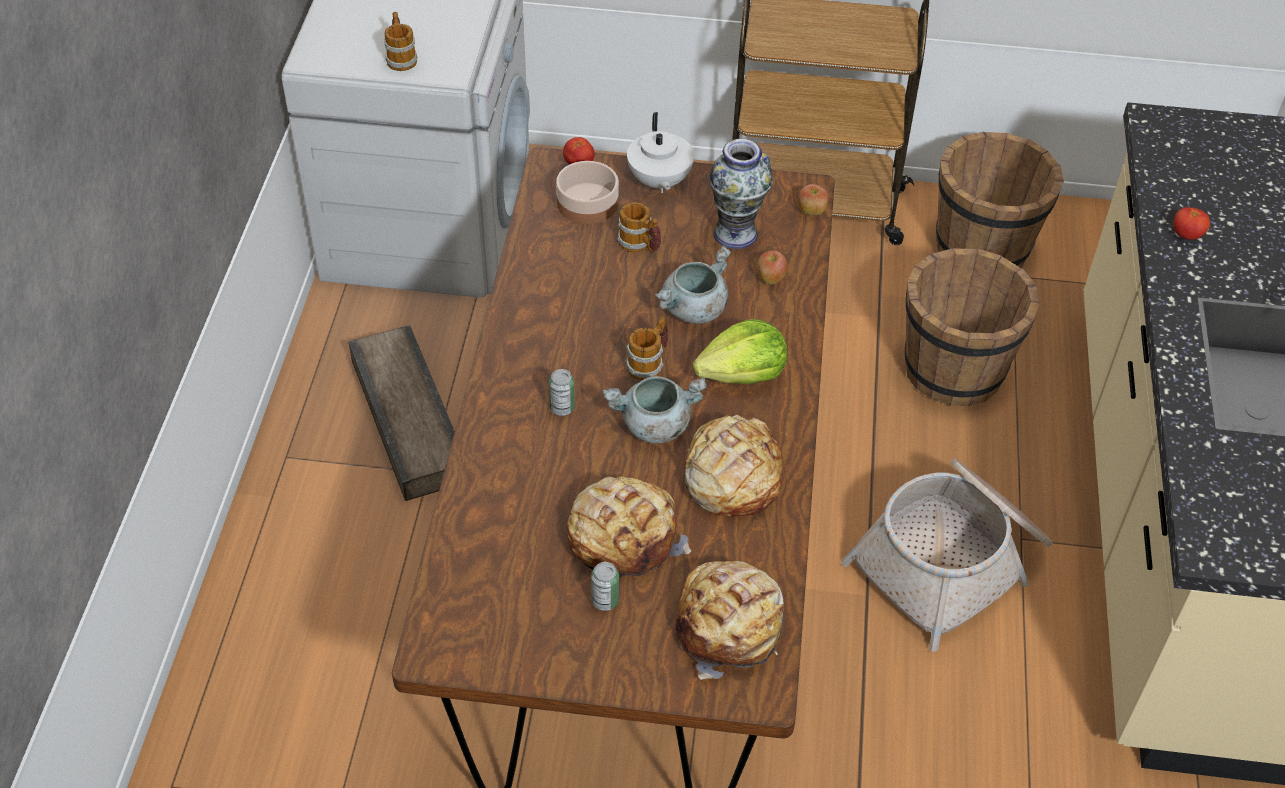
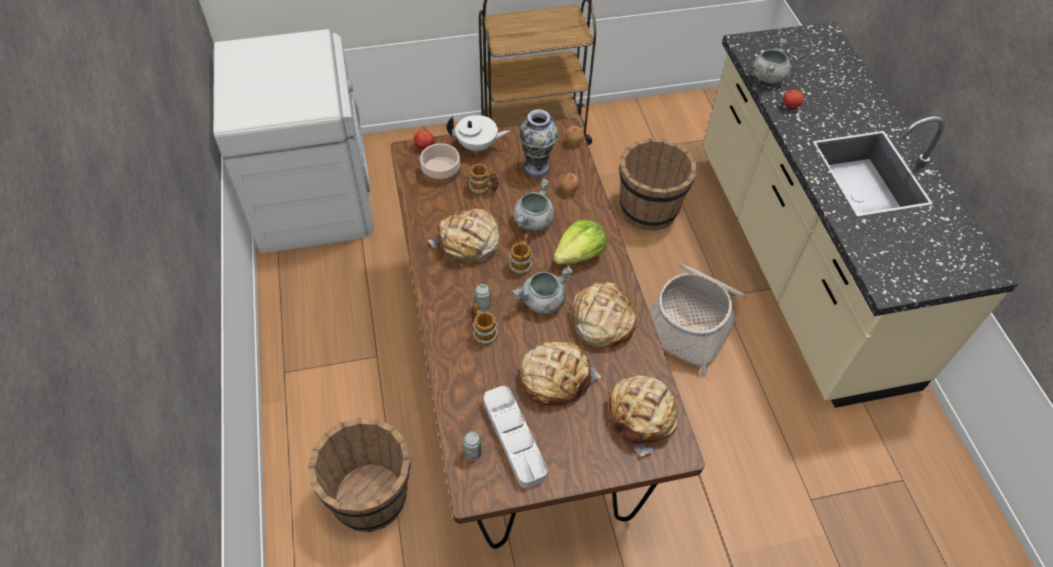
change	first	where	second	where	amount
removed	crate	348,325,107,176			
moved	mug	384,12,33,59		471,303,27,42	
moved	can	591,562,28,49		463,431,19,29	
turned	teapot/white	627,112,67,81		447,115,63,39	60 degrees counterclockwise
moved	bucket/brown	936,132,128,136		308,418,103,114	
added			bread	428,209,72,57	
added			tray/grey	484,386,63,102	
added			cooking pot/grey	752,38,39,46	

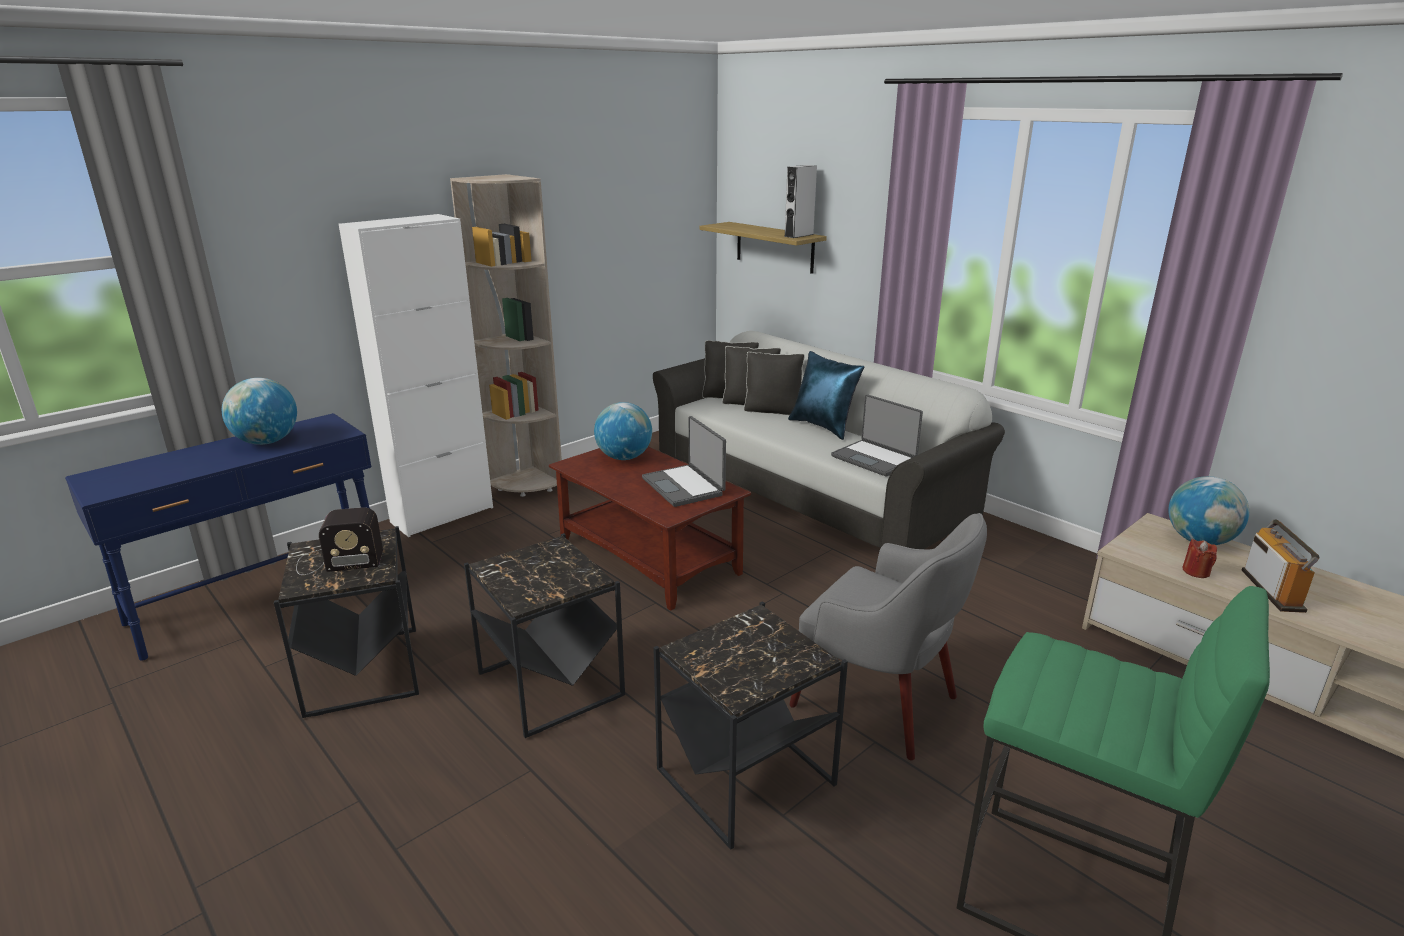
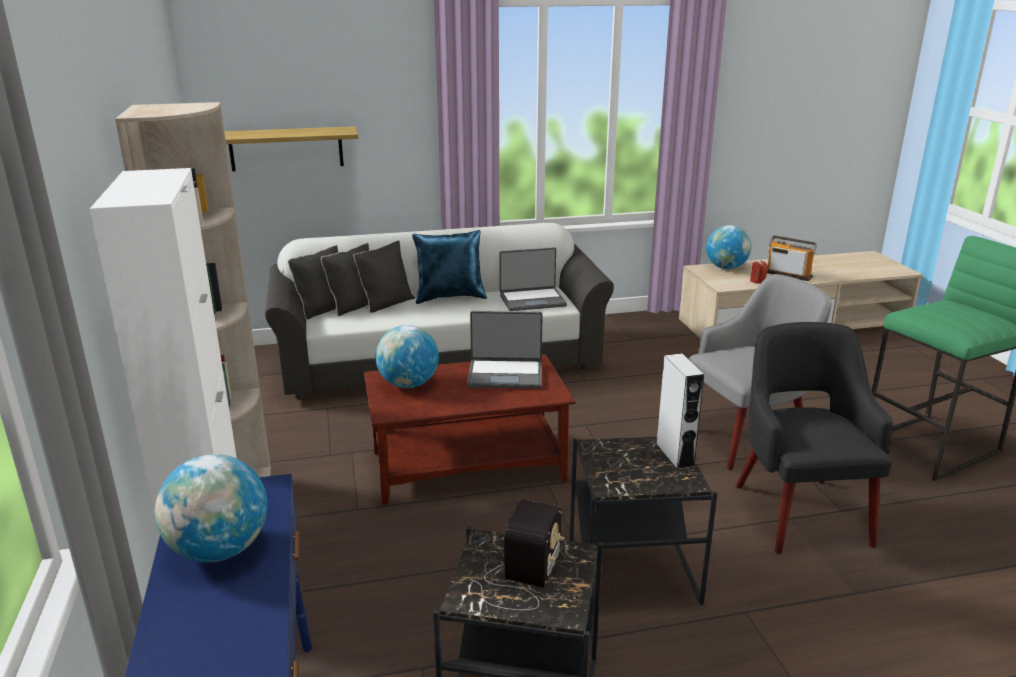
change	first	where	second	where	amount
replaced	side table/black	653,601,195,249	armchair/black	736,322,157,232	
moved	speaker/grey	784,165,33,73		656,353,48,117	

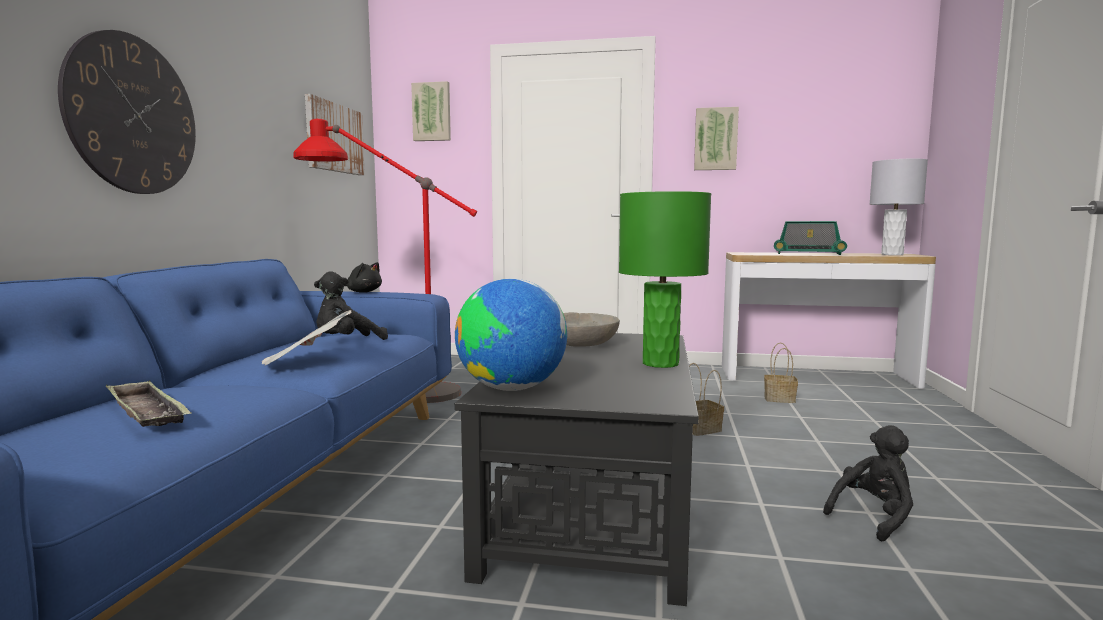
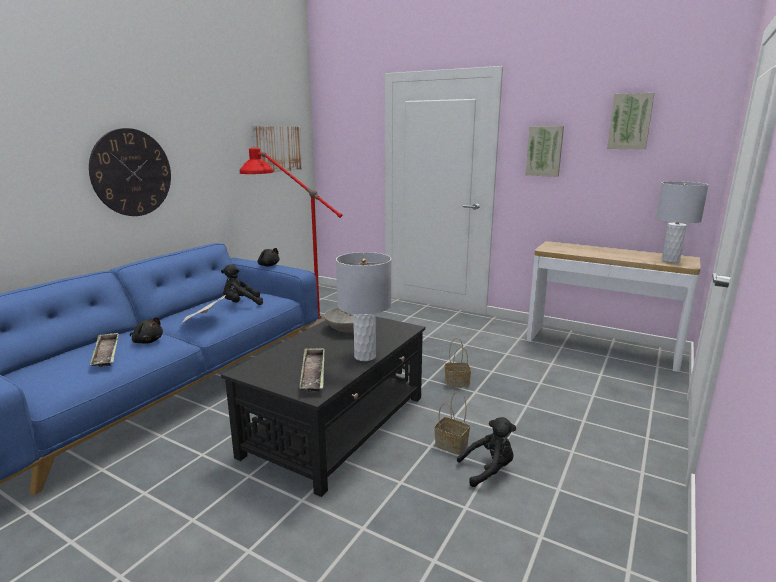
change	first	where	second	where	amount
moved	picture	411,81,40,60		607,93,48,57	
removed	globe	455,279,112,112			
recoloured	table lamp/green	619,191,92,177	table lamp/grey	336,252,56,109	
moved	basket	764,342,34,61		434,391,36,64	
removed	radio	774,221,73,34			
added			plush toy/black	130,317,33,27	
added			tray	299,348,26,44	

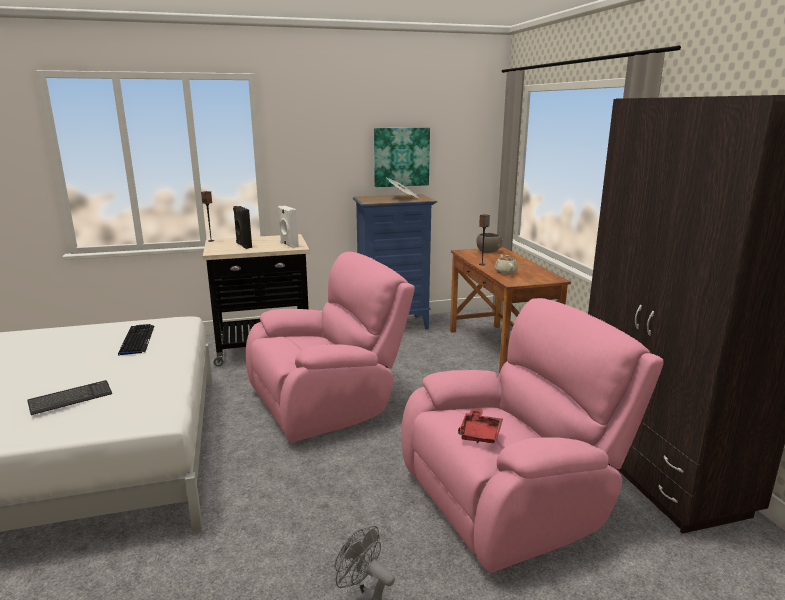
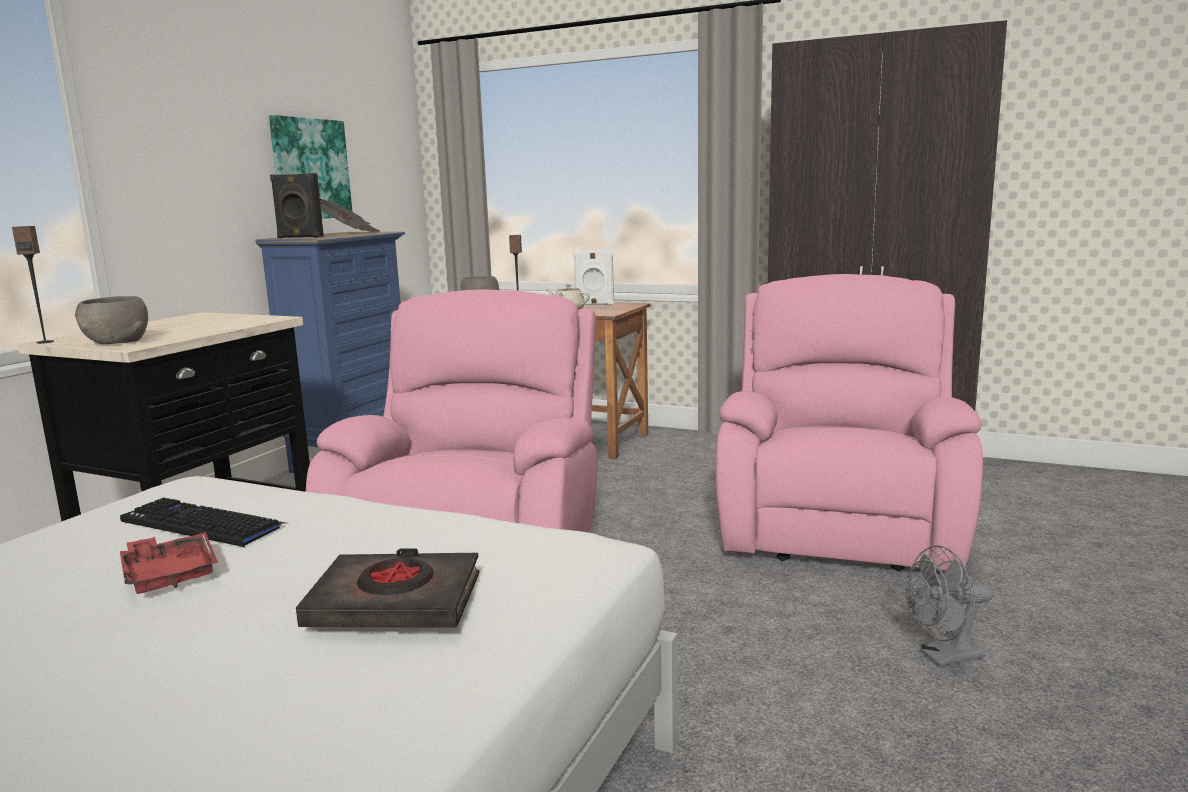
change	first	where	second	where	amount
replaced	keyboard	27,380,85,35	book/black	296,548,184,80	
moved	speaker/black	233,206,19,43		270,173,54,65	
moved	speaker/white	278,206,21,42		573,250,41,55	
moved	tray/red	458,409,45,34		120,532,98,62	
added			bowl/grey	75,296,73,48	

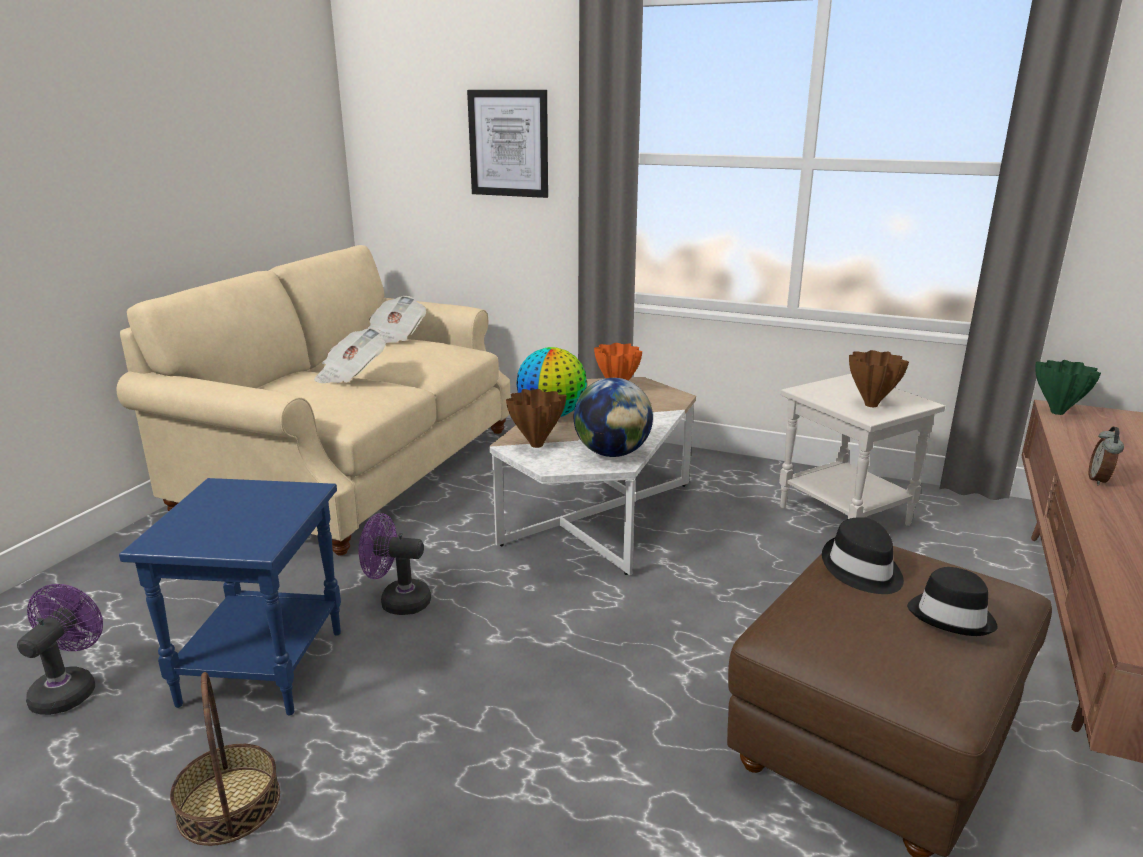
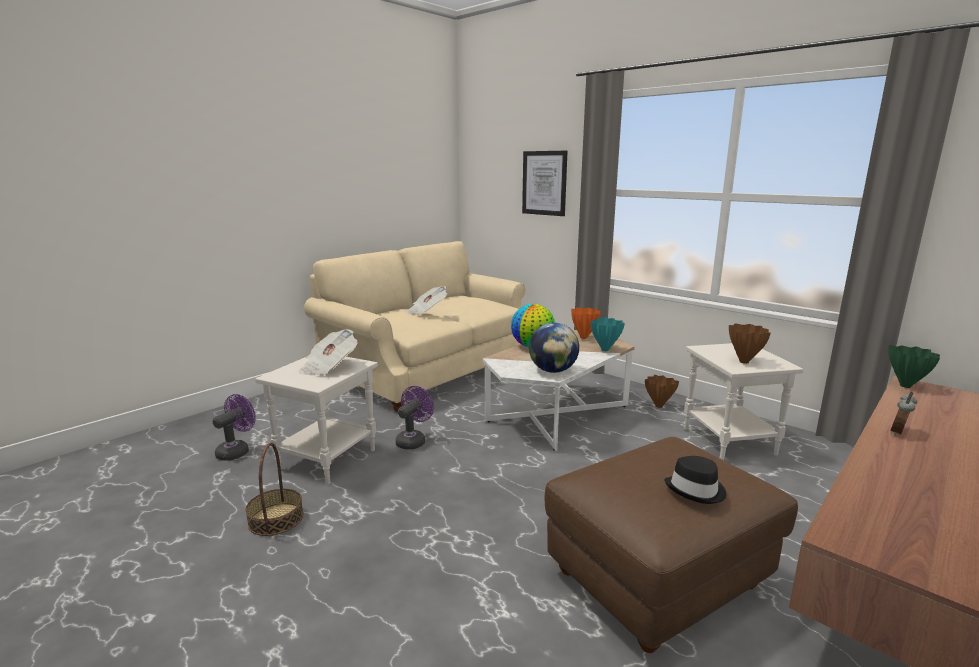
change	first	where	second	where	amount
recoloured	side table/blue	119,478,222,237	side table/white	255,357,123,128	
turned	fan/purple	359,513,72,102		395,386,39,63	90 degrees clockwise
moved	newspaper	368,296,58,47		299,329,58,46	
moved	vase/brown	506,389,61,59		645,375,34,33	
removed	hat/black	822,517,82,77			
added			vase/turquoise	591,317,34,34	

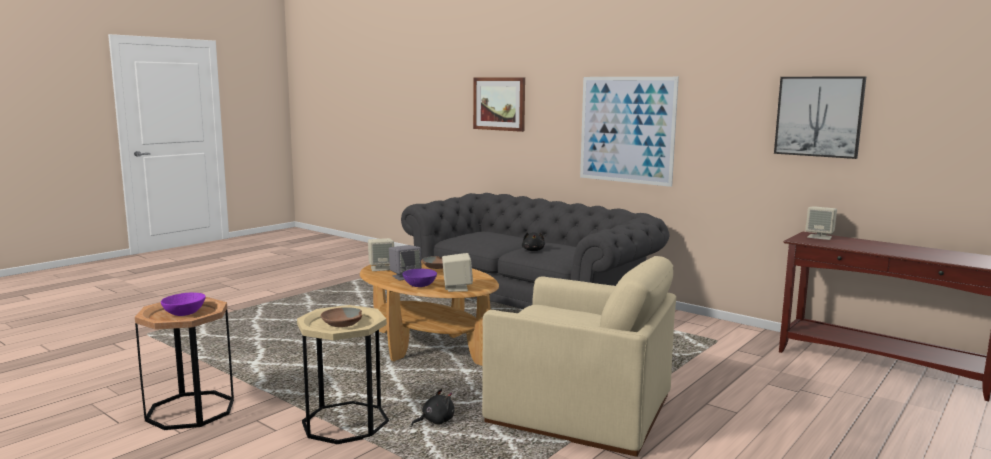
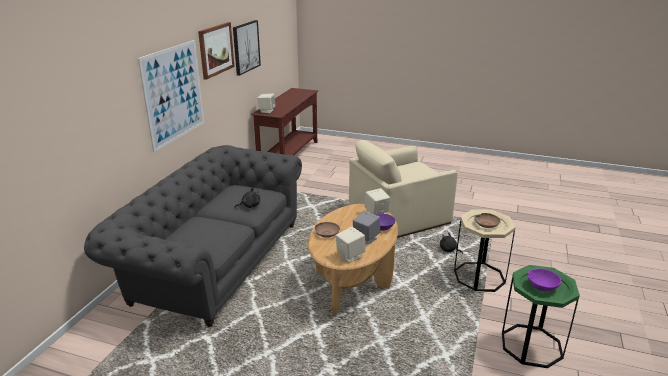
change	first	where	second	where	amount
recoloured	side table/brown	135,297,99,133	side table/green	502,265,78,103	
moved	picture	473,77,52,55		198,22,37,58	
turned	armchair/beige	482,256,194,201		349,140,109,98	120 degrees counterclockwise

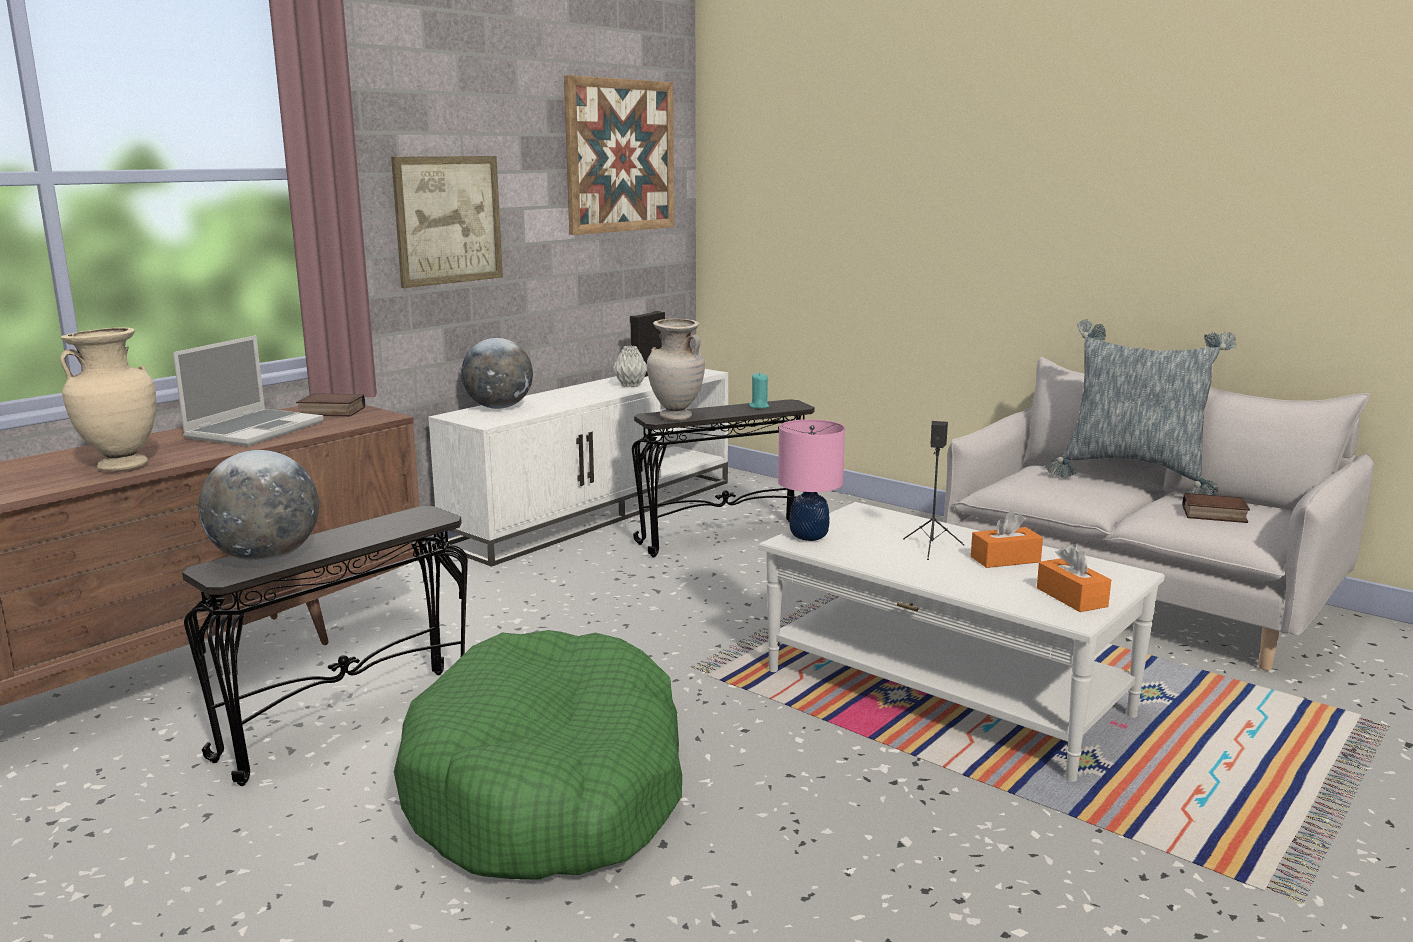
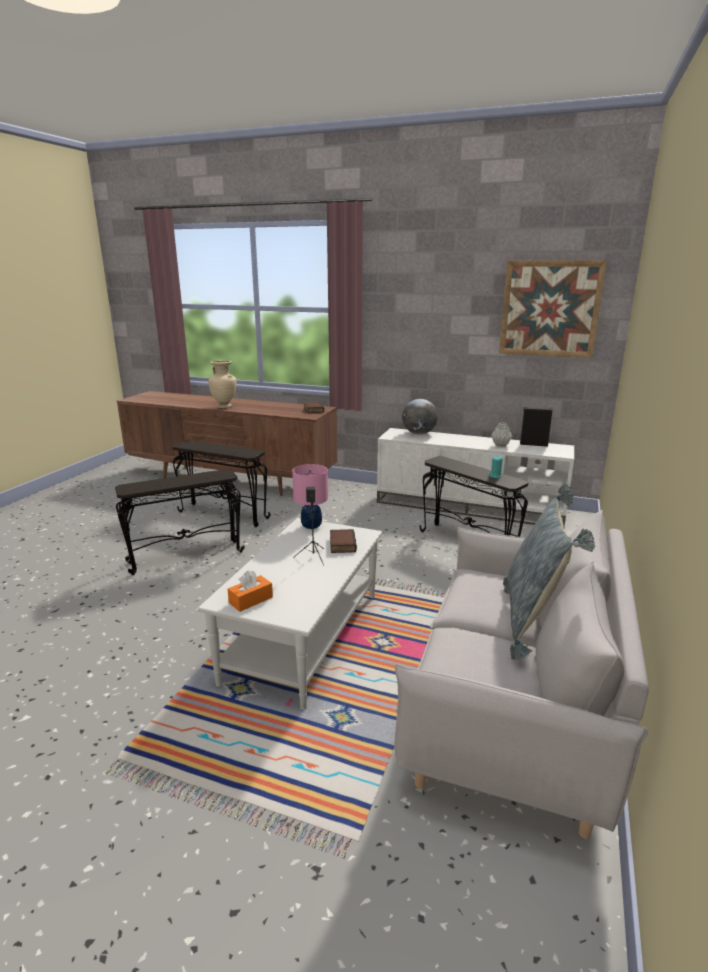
change	first	where	second	where	amount
removed	laptop	173,335,150,111			
removed	globe	198,450,121,112			
removed	picture	391,156,112,132			
replaced	dog bed/green	394,630,288,250	side table/black	115,469,129,106	
removed	vase/beige	647,319,58,102			
removed	tissue box/orange	971,511,72,57			
moved	book	1182,493,68,30		330,529,27,24	

